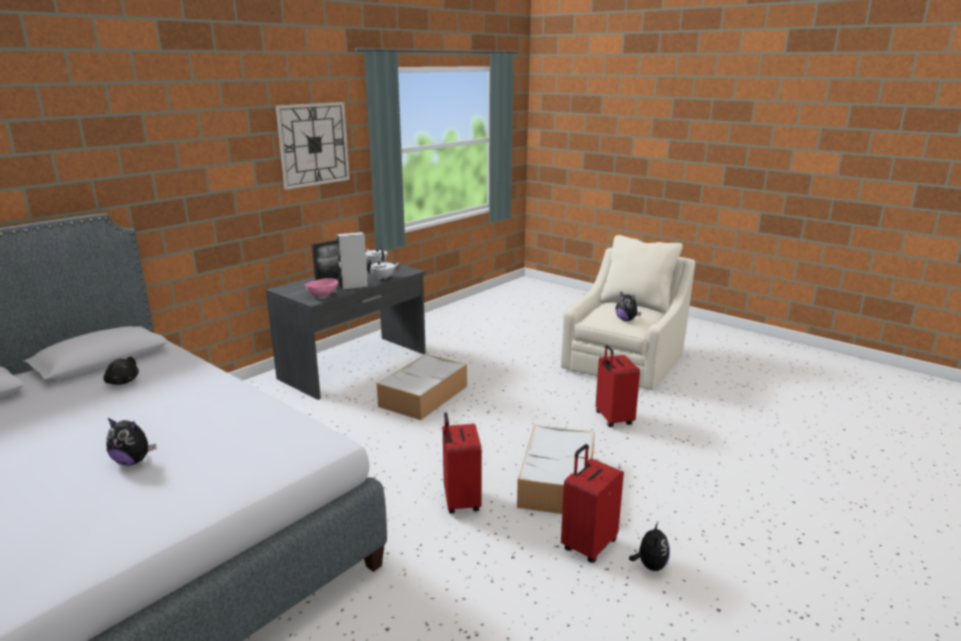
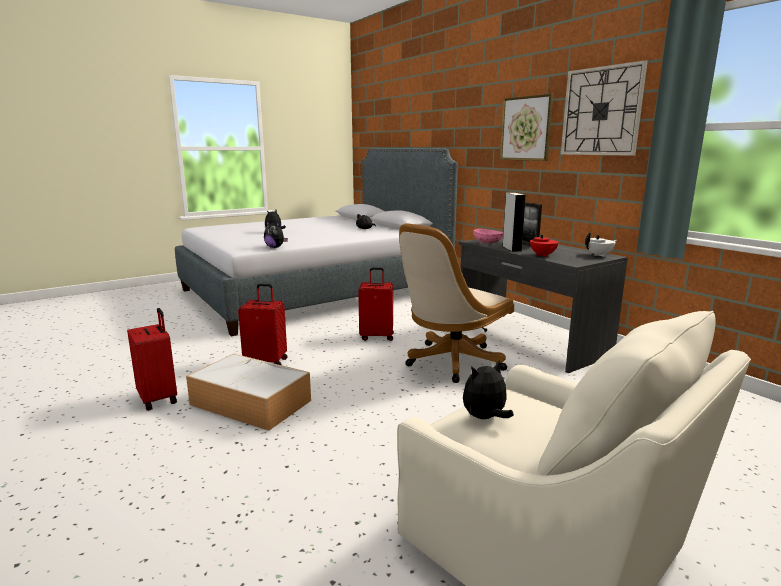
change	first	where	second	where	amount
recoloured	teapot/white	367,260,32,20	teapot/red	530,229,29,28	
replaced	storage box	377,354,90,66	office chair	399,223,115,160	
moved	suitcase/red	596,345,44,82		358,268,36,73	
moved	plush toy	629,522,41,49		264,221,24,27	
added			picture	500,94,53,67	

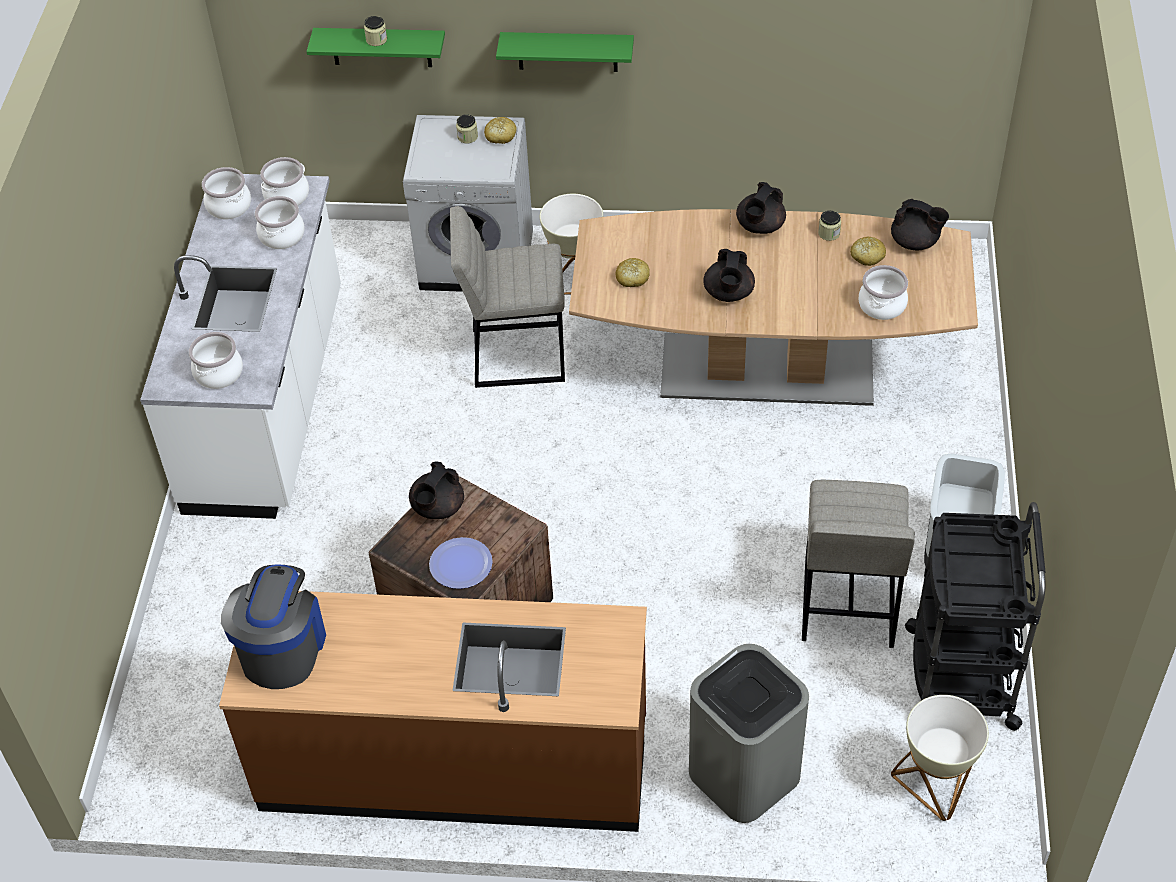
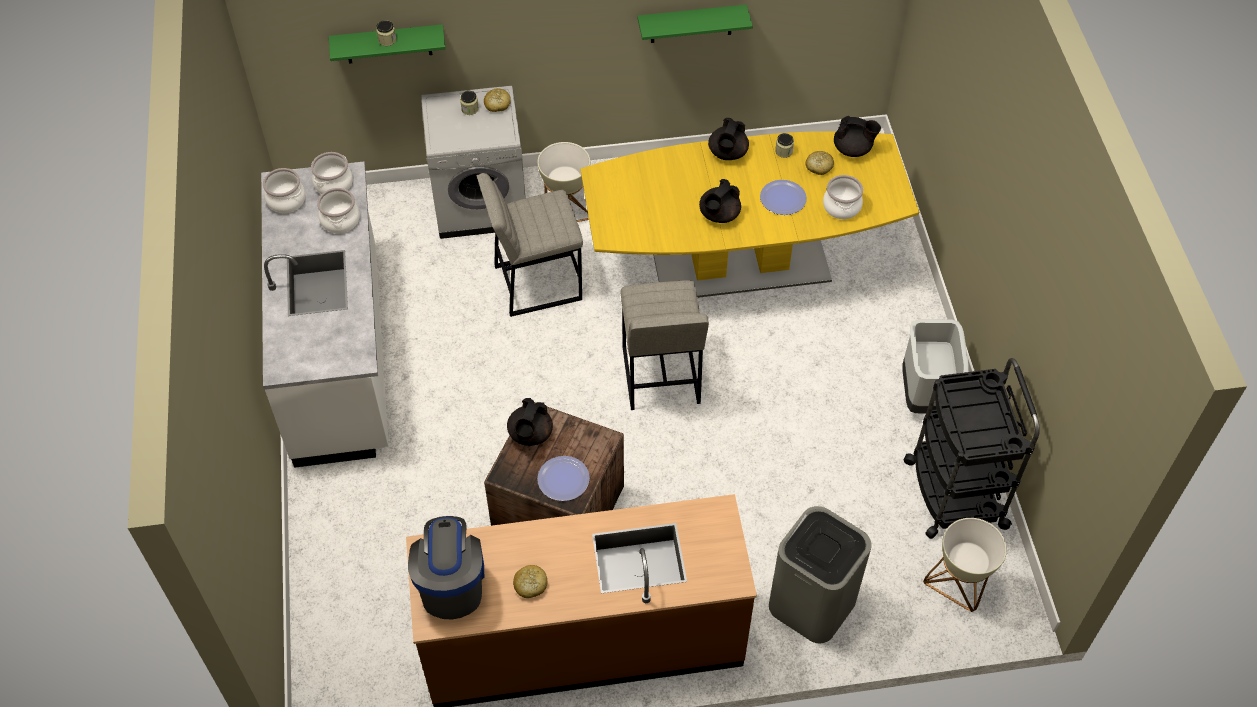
change	first	where	second	where	amount
removed	cooking pot	189,332,54,57			
moved	shelf/green	496,32,138,40		637,4,116,39	
recoloured	dining table/brown	569,209,409,197	dining table/yellow	581,131,338,167	
moved	bread	616,258,34,29		513,565,34,33	
turned	teapot/black	703,249,52,53		699,179,42,44	45 degrees clockwise
moved	chair/grey	802,480,113,168		620,280,89,130	
added			plate	760,180,47,35	

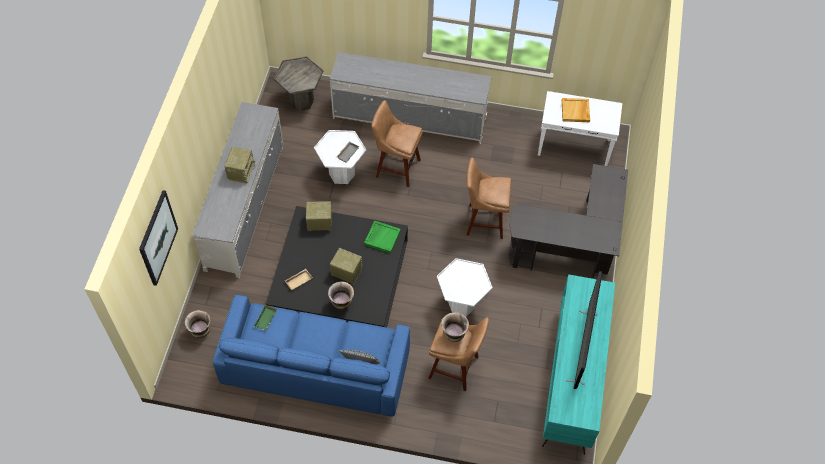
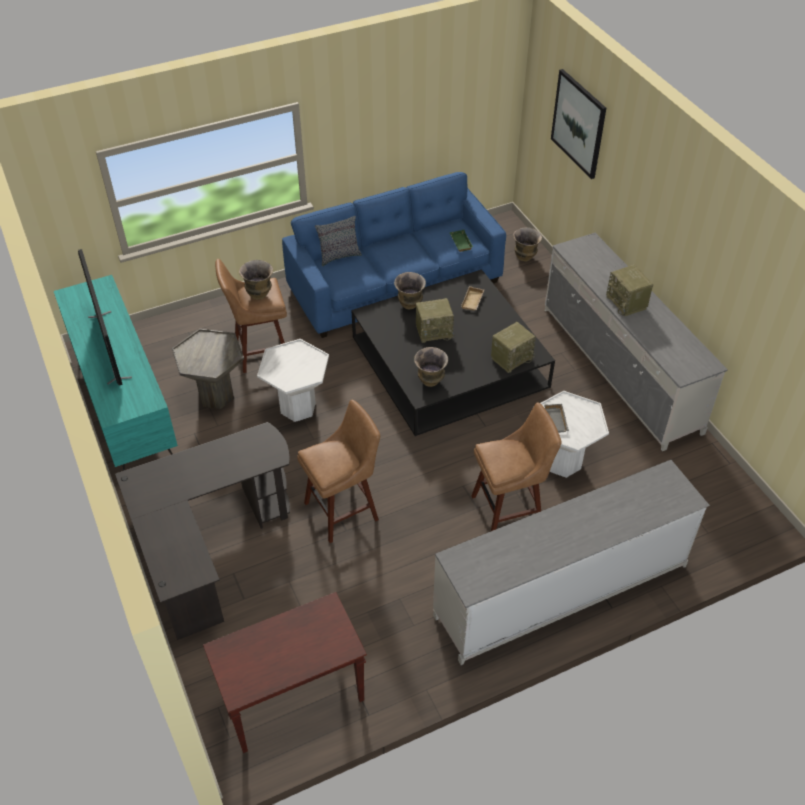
change	first	where	second	where	amount
moved	side table/grey	274,56,49,55		172,329,72,80	
replaced	tray/green	364,221,37,32	vase	414,347,34,40	
recoloured	console table/white	538,91,84,75	console table/brown	203,592,164,161	
removed	tray/beige	562,98,28,24			

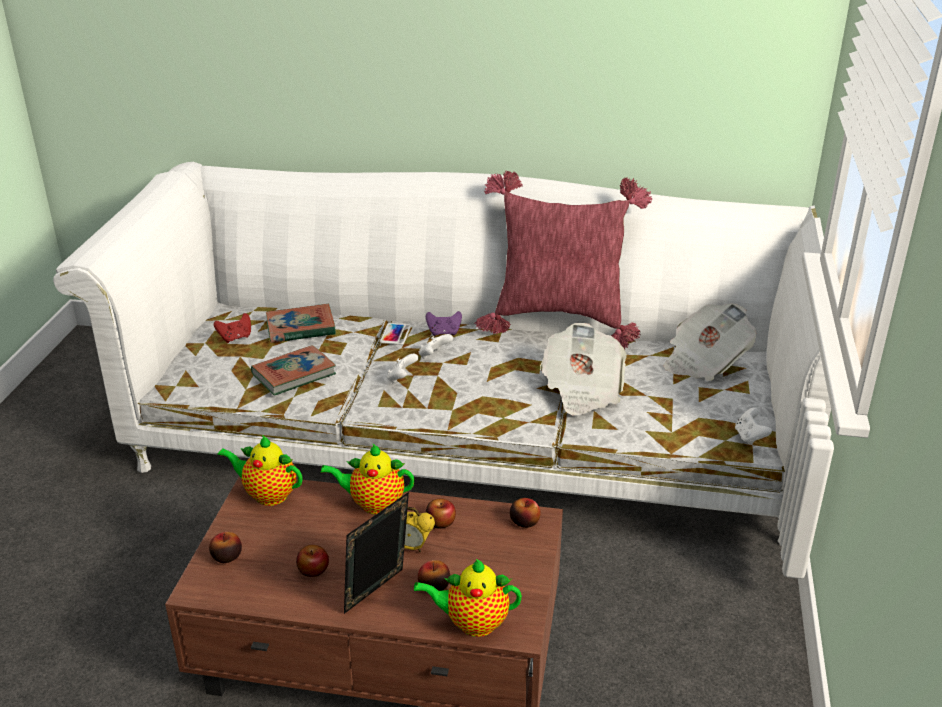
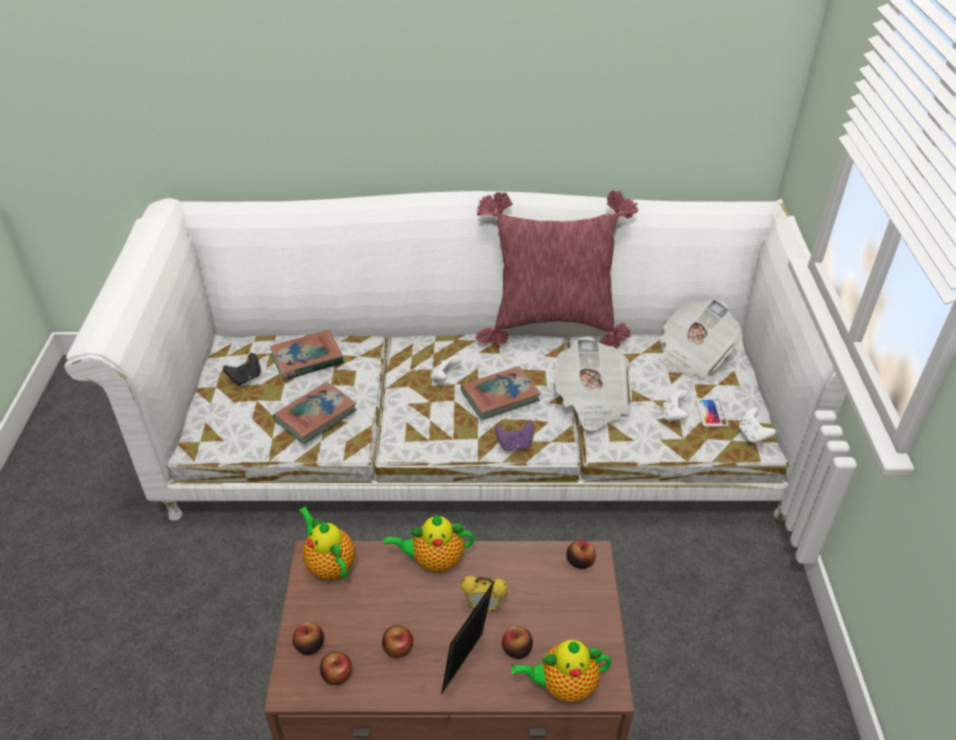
change	first	where	second	where	amount
recoloured	game controller/red	214,313,37,30	game controller/black	223,353,38,32	
turned	teapot	217,435,85,71		299,506,56,74	45 degrees clockwise
moved	phone	380,323,31,22		696,398,32,29	
moved	game controller/white	387,354,32,30		663,390,26,33	
moved	game controller/purple	426,311,36,25		495,421,38,30	
moved	apple	426,499,30,30		320,651,32,34	
added			book	461,366,80,54	

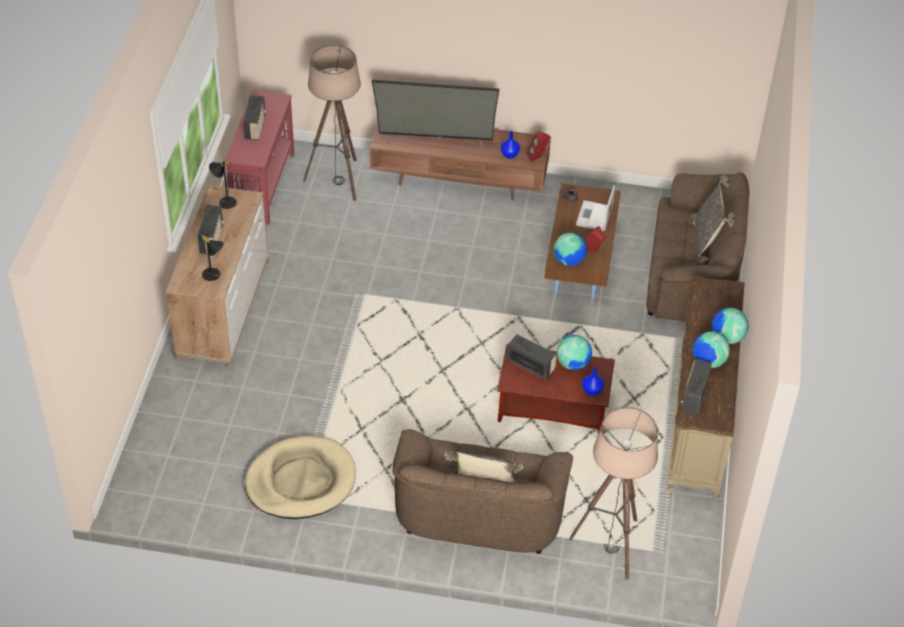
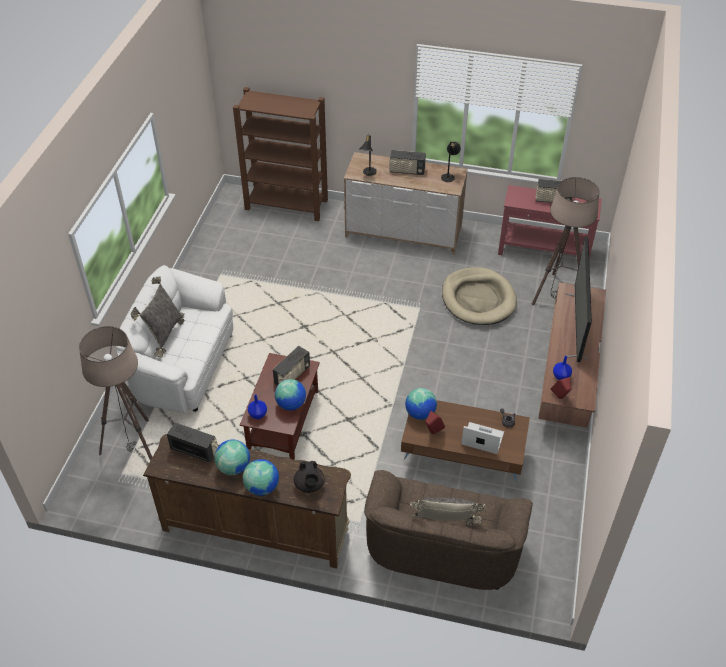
change	first	where	second	where	amount
moved	dog bed/beige	245,435,111,84		442,267,75,58	
recoloured	sofa/brown	392,429,181,125	sofa/white	116,265,117,149	
added			bookcase/brown	233,87,95,134	
added			teapot/black	294,461,30,32	

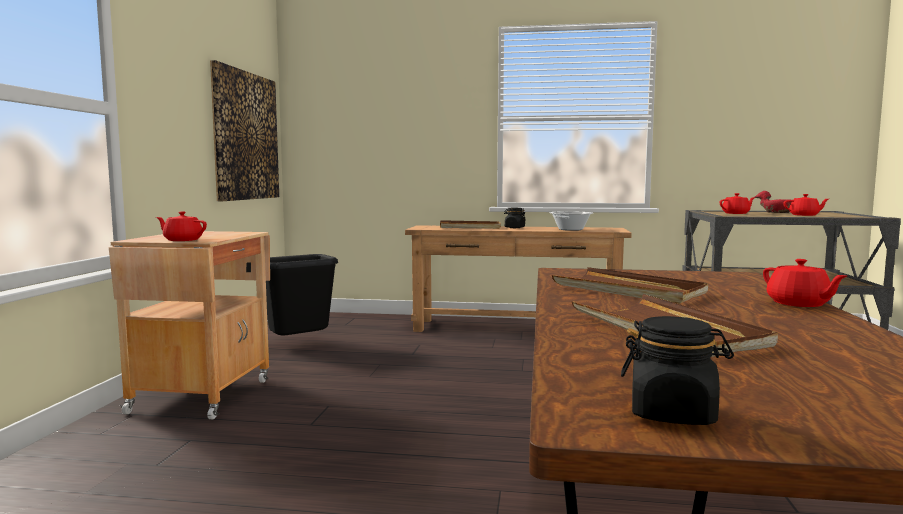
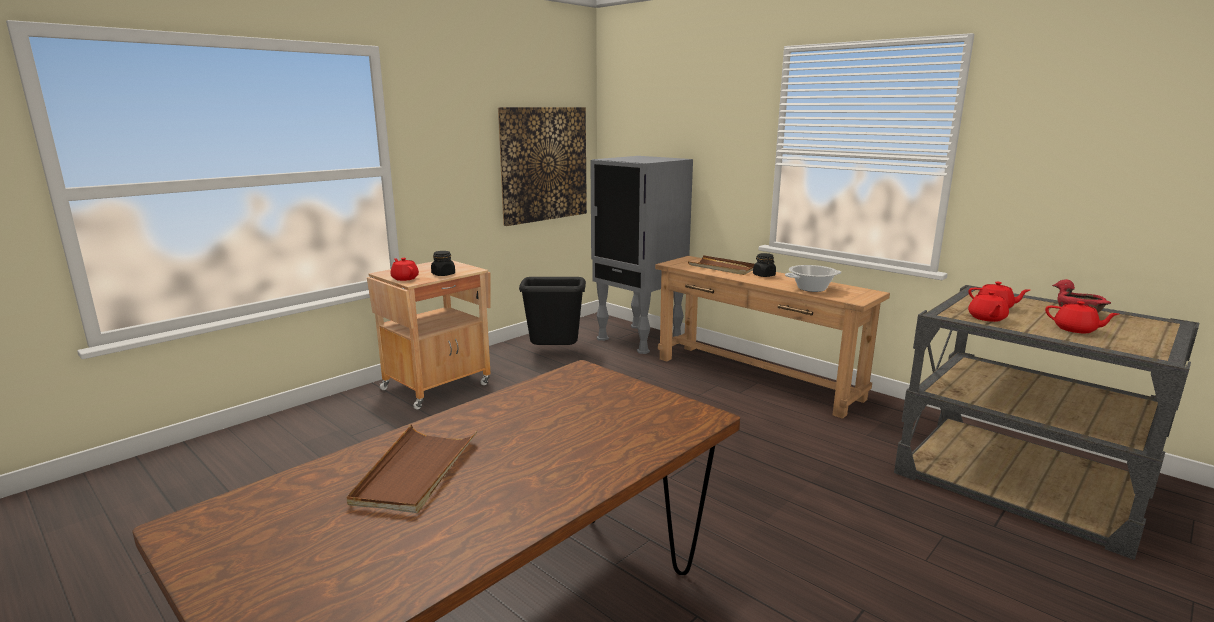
change	first	where	second	where	amount
removed	tray/brown	552,267,156,37			
moved	jar/black	621,316,113,109		431,251,24,25	
moved	teapot/red	763,259,84,48		968,291,41,31	
added			cabinet/grey	590,156,103,198	

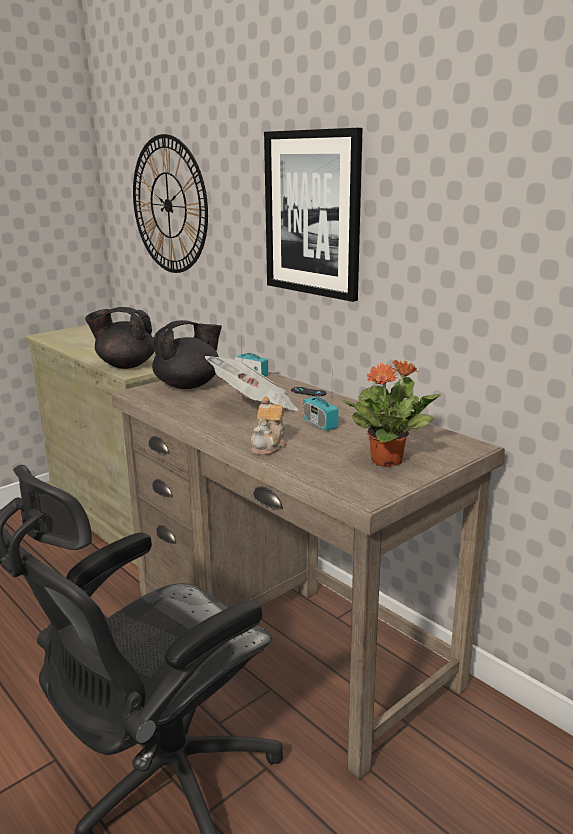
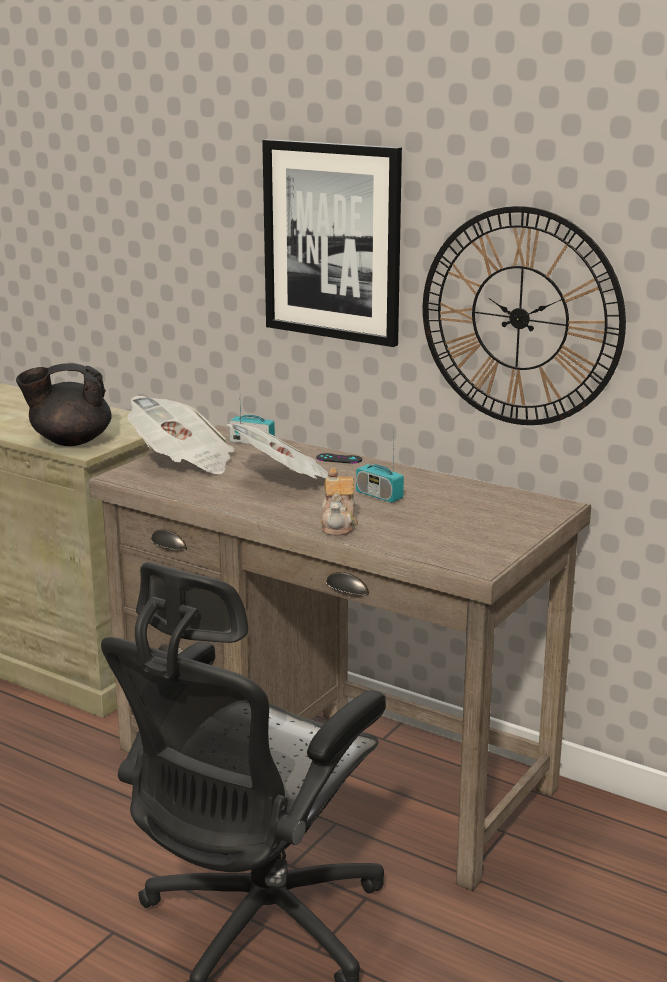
change	first	where	second	where	amount
moved	wall clock	133,134,75,139		423,206,203,219	
replaced	teapot/black	152,320,70,69	newspaper	127,396,107,78	
removed	potted plant	342,360,99,107			

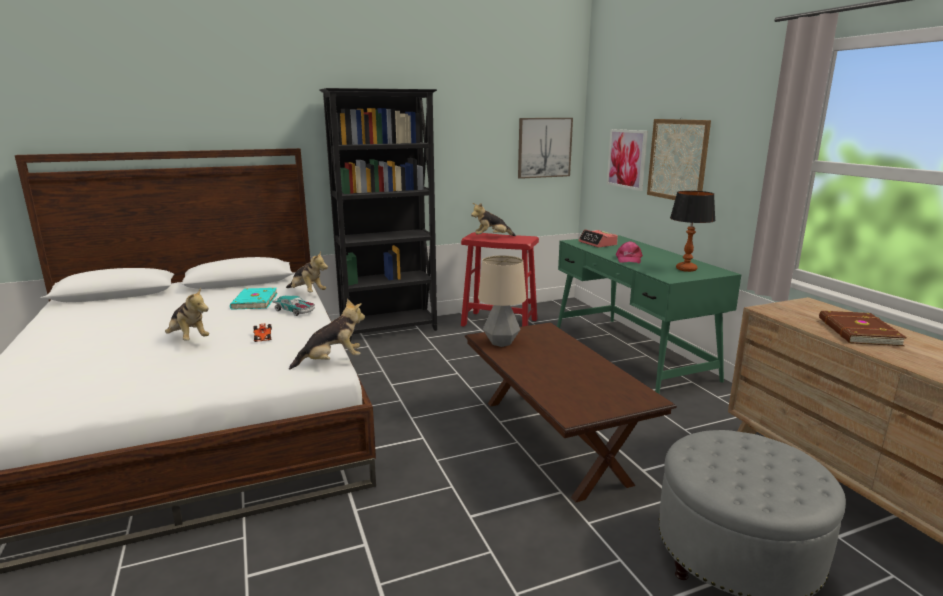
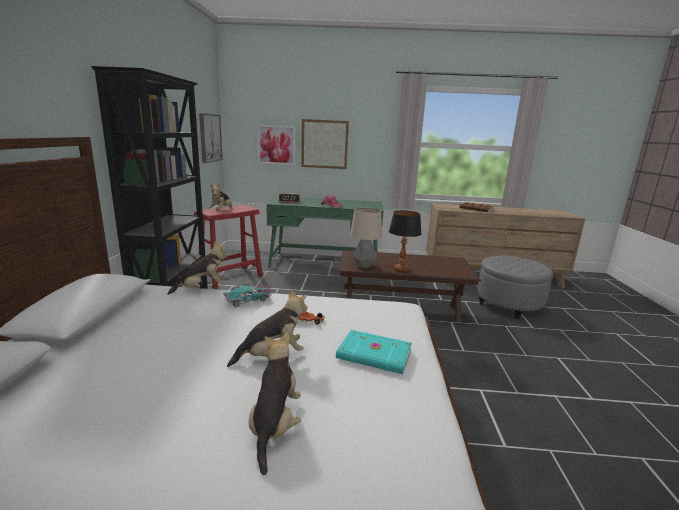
change	first	where	second	where	amount
moved	book/turquoise	230,288,48,22		336,330,76,44	
moved	plush toy	289,299,76,71		249,332,52,143	
moved	table lamp	670,191,46,81		389,210,33,62	

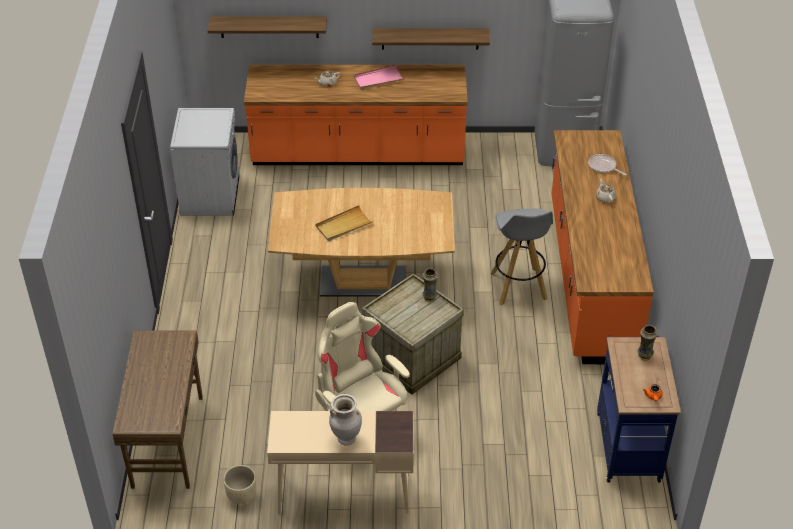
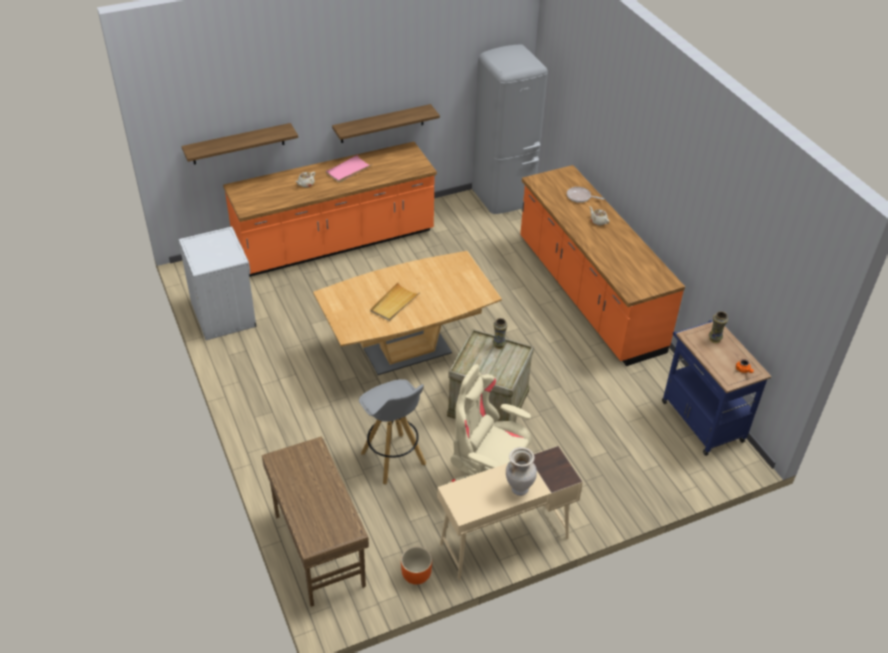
change	first	where	second	where	amount
recoloured	planter/beige	223,465,34,39	planter/orange	401,547,31,37	
moved	stool/grey	491,208,62,97		359,379,67,105	

